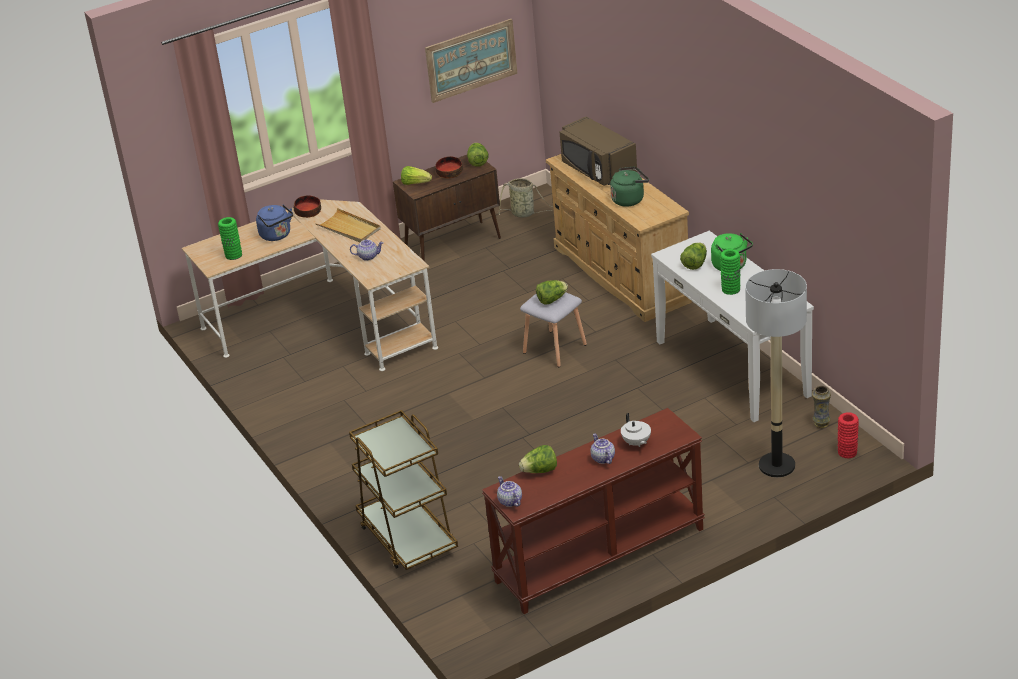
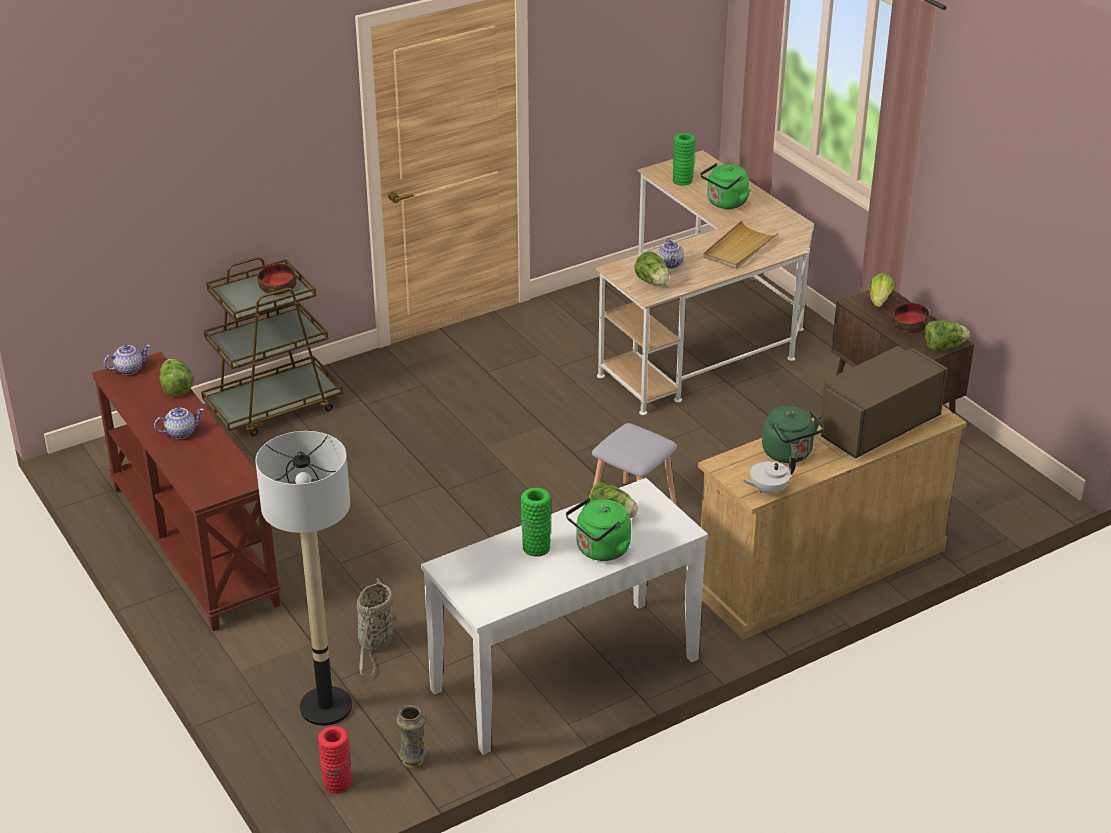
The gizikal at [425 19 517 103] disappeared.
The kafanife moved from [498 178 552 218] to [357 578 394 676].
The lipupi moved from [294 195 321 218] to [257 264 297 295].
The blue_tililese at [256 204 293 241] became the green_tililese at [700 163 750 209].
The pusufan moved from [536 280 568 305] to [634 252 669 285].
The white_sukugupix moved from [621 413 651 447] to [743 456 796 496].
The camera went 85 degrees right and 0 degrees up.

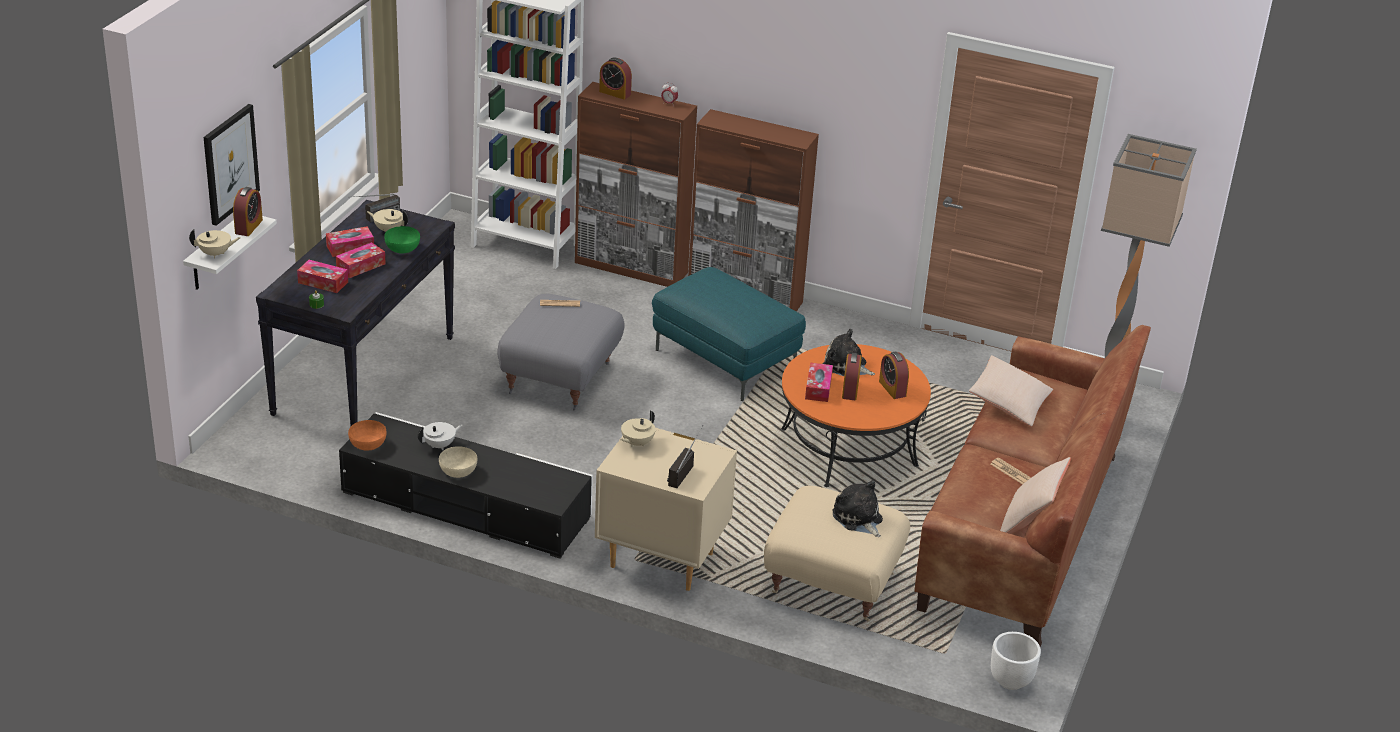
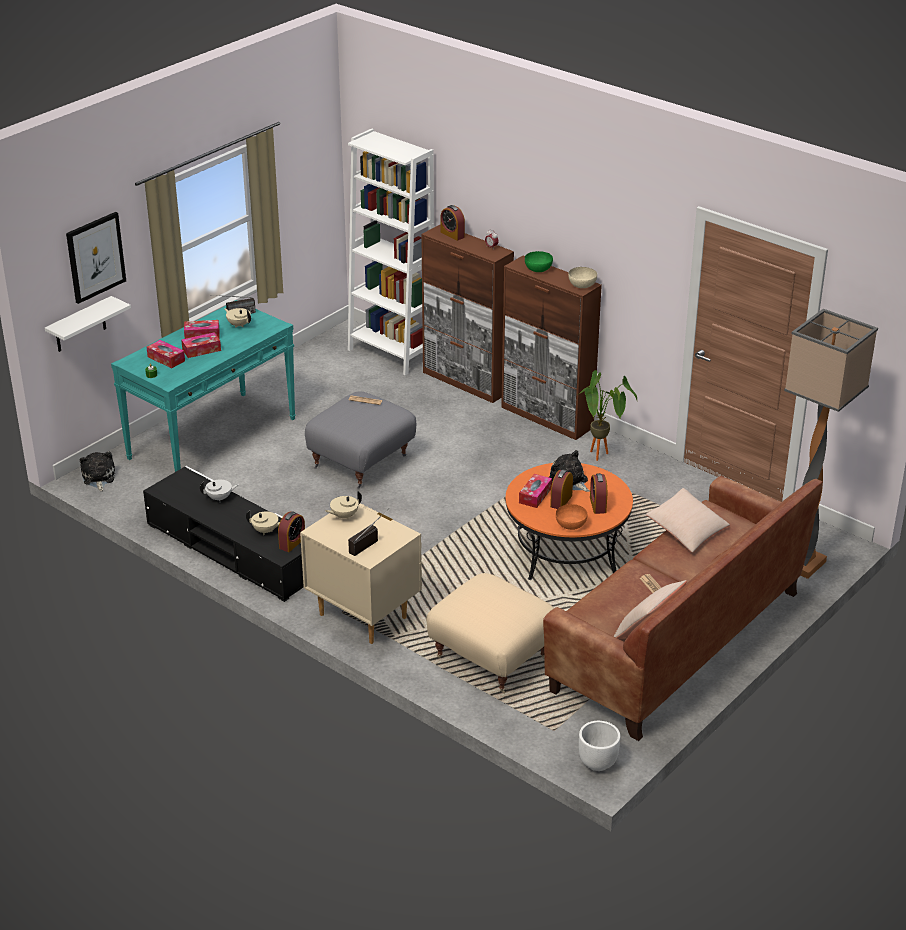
The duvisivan moved from [233 187 263 236] to [278 511 305 552].
The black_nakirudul at [256 200 455 426] became the turquoise_nakirudul at [111 300 295 472].
The green_lipupi moved from [384 226 420 253] to [525 251 553 272].
The beige_sukugupix moved from [189 229 240 259] to [246 510 280 535].
The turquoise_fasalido at [652 267 806 401] disappeared.
The orange_lipupi moved from [348 420 387 451] to [556 504 587 530].
The beige_lipupi moved from [439 446 477 478] to [568 267 597 288].
The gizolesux moved from [832 480 883 537] to [80 452 115 491].
The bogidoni at [577 370 637 461] appeared.
The camera went 20 degrees right and 0 degrees up.

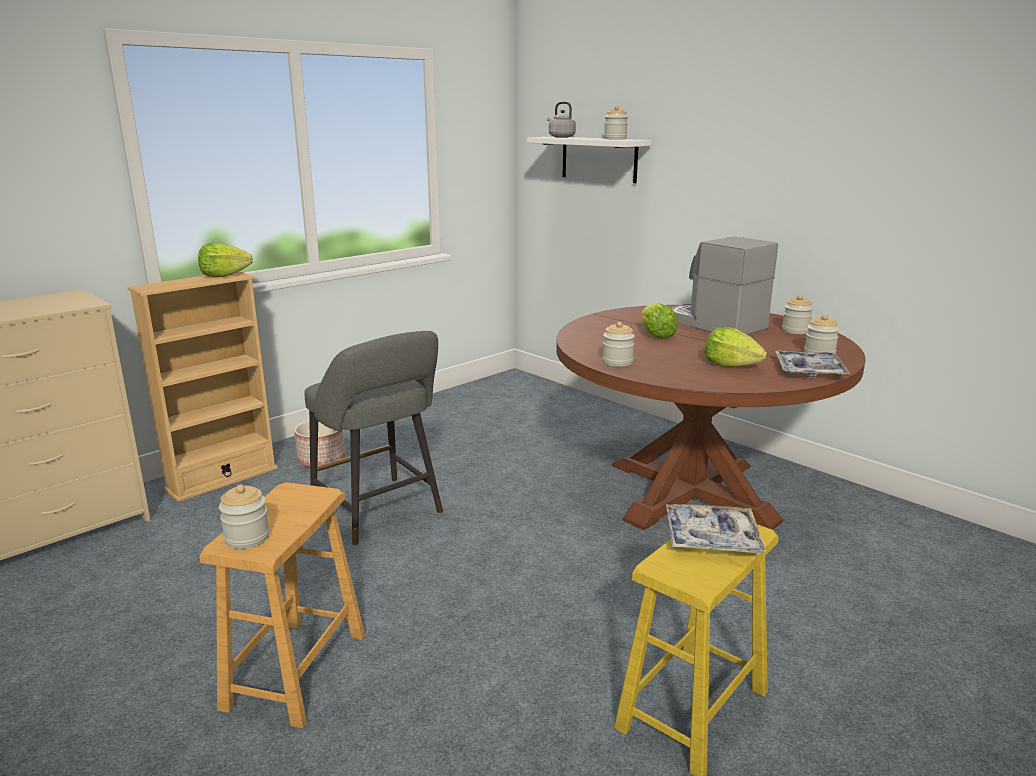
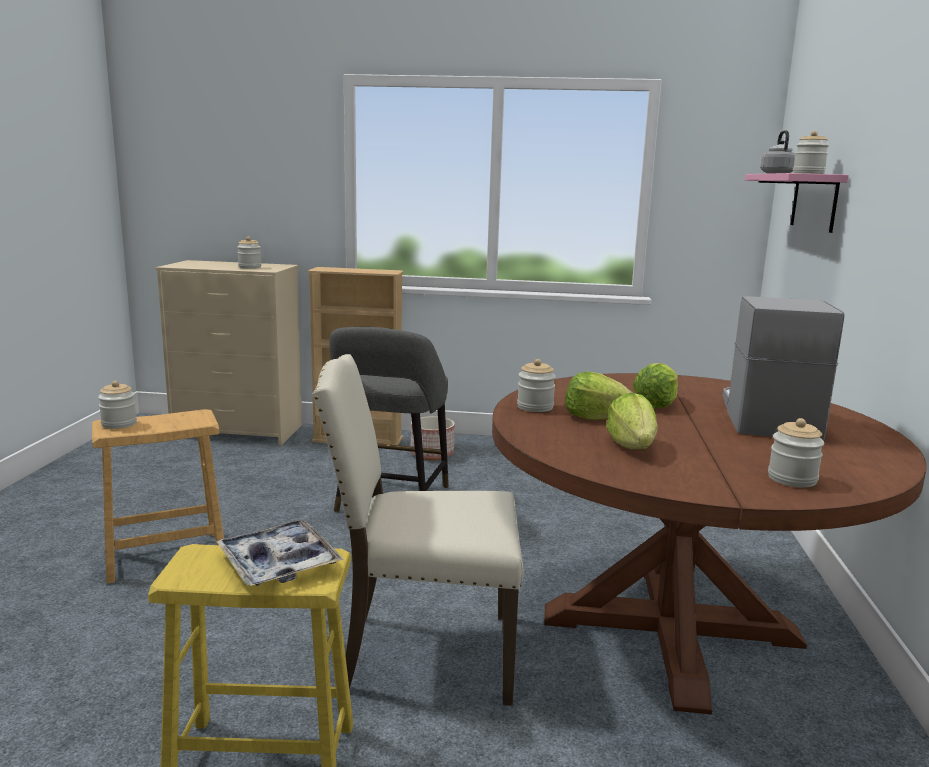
The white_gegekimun at [527 137 652 183] became the pink_gegekimun at [745 173 849 233].
The pusufan moved from [198 243 253 277] to [565 372 633 420].
The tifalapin moved from [782 295 813 334] to [237 236 261 269].
The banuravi at [775 351 850 377] disappeared.
The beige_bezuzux at [312 354 523 706] appeared.
The camera went 50 degrees right and 5 degrees down.

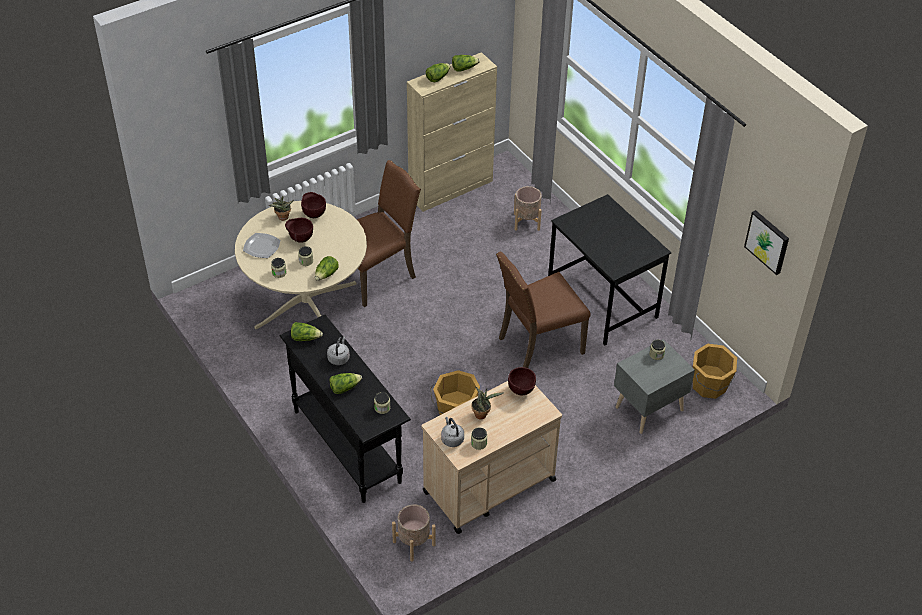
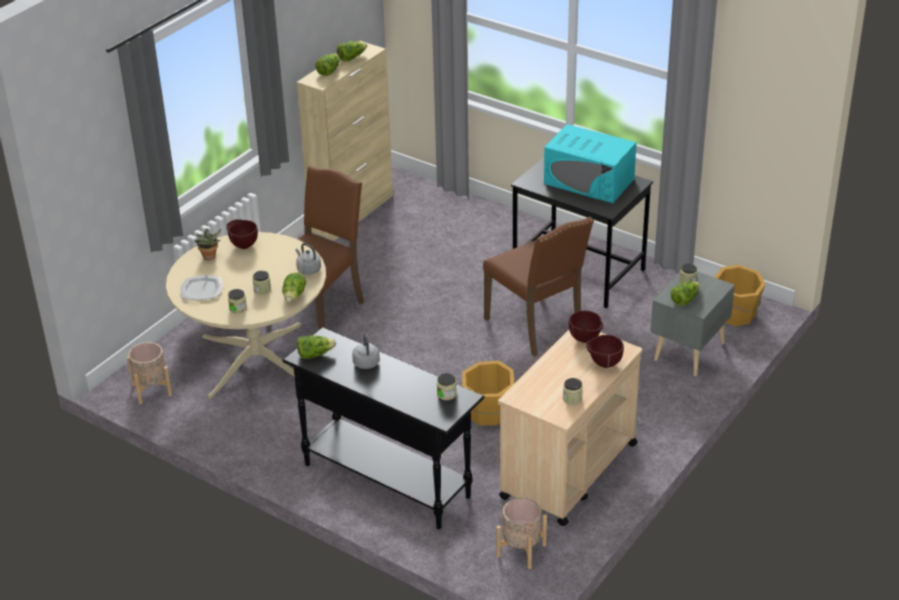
The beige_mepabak moved from [514 186 542 231] to [127 342 172 404].
The gizikal at [744 210 789 275] disappeared.
The brown_lipupi moved from [285 218 313 243] to [586 335 624 368].
The brown_bezuzux at [496 252 591 368] turned 75 degrees counterclockwise.
The pusufan moved from [330 373 362 394] to [671 281 700 306].
The bogidoni at [472 386 504 419] disappeared.
The grey_tililese moved from [441 417 464 447] to [295 243 321 275].
The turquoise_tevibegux at [544 124 637 203] appeared.
The camera went 20 degrees left and 10 degrees down.

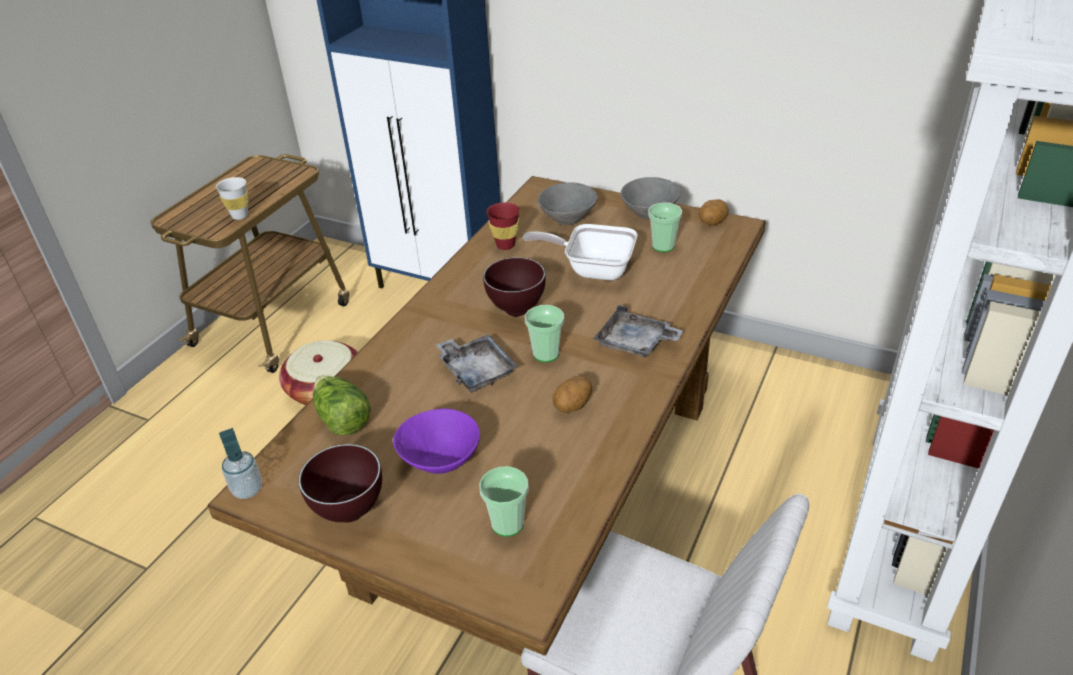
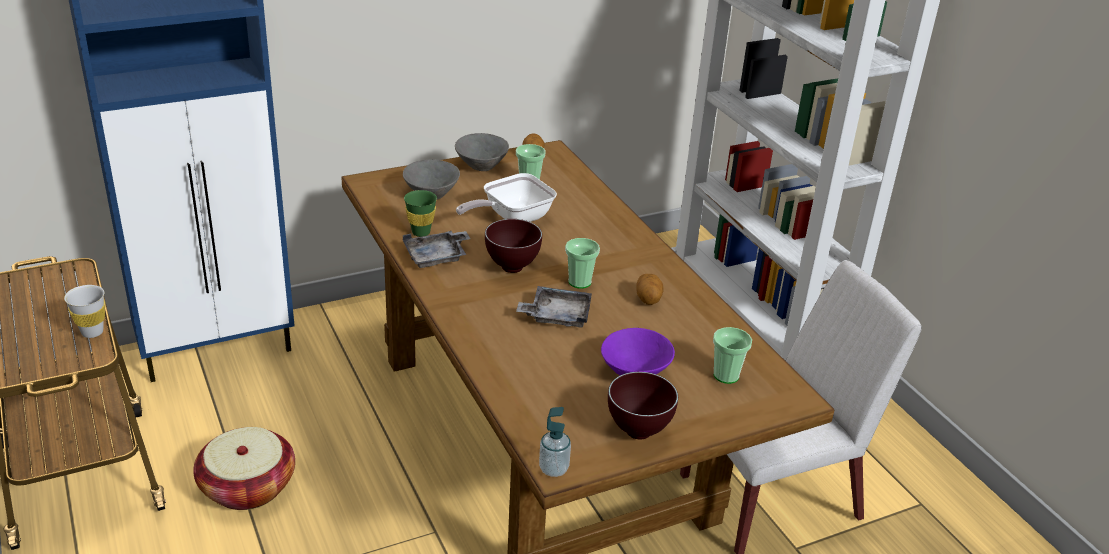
The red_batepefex at [486 202 520 250] became the green_batepefex at [404 190 437 237].
The grey_banuravi moved from [593 305 684 357] to [403 231 471 268].
The pusufan at [313 376 371 435] disappeared.
The camera went 55 degrees left and 5 degrees down.

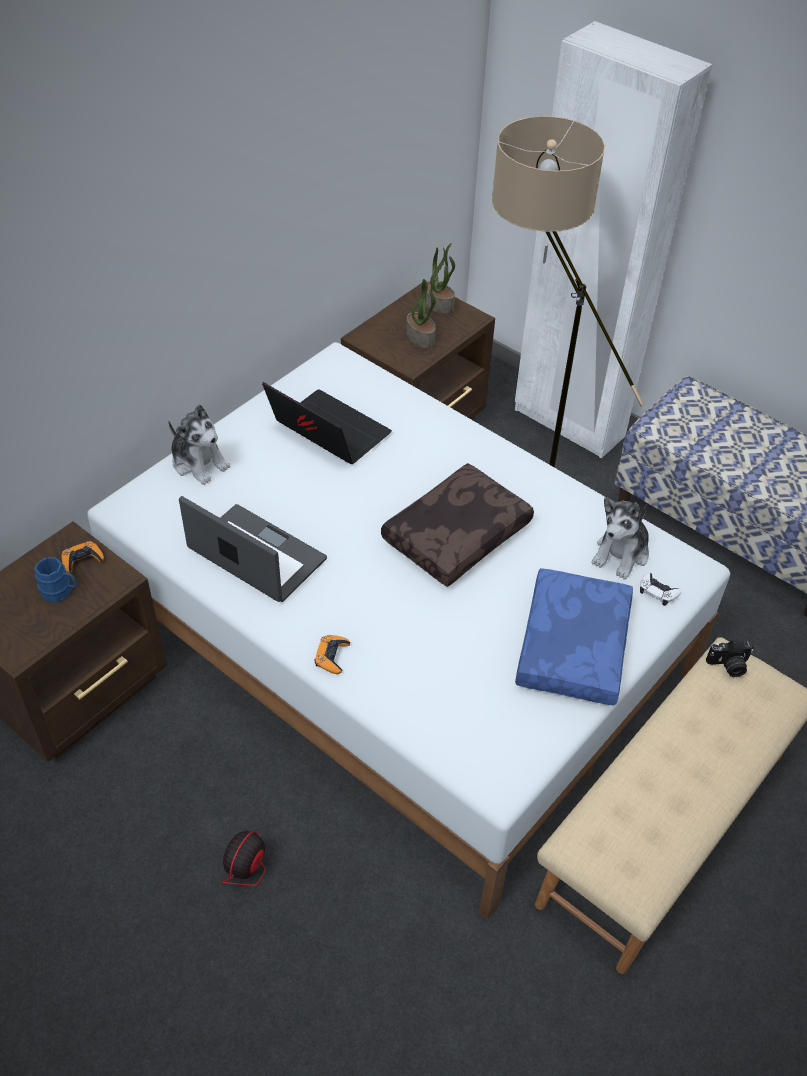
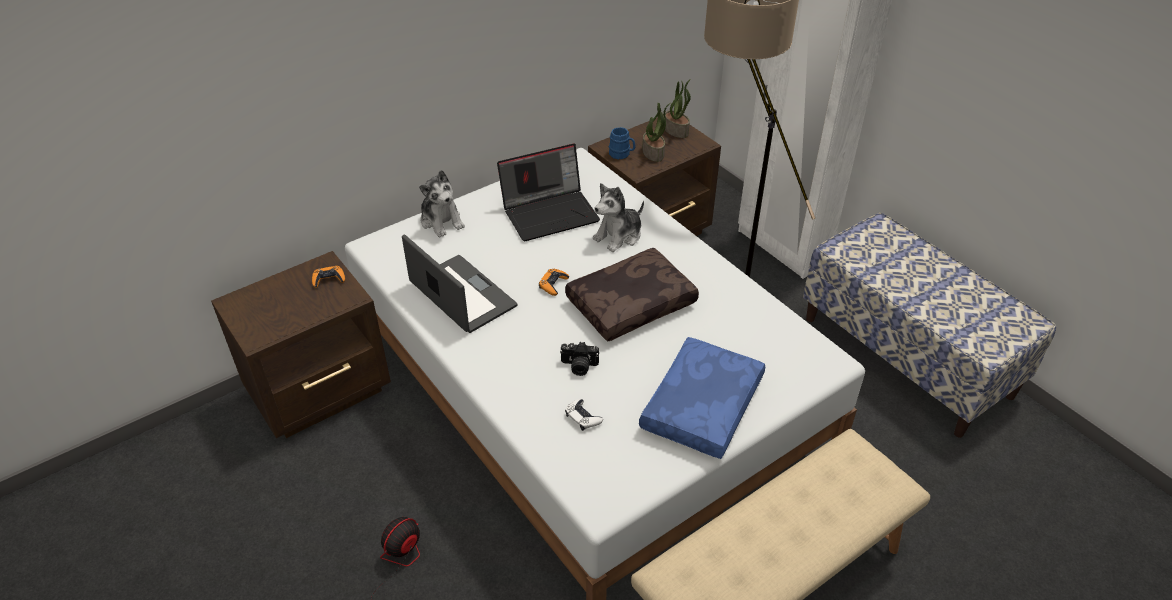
The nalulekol at [262 382 392 464] turned 105 degrees clockwise.
The gizolesux moved from [592 497 649 580] to [593 183 644 252].
The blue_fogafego moved from [35 557 77 603] to [609 127 635 160].
The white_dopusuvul moved from [640 573 682 606] to [565 399 603 431].
The orange_dopusuvul moved from [315 635 350 674] to [539 268 569 296].
The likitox moved from [706 639 754 677] to [560 342 599 376].
The camera went 15 degrees right and 5 degrees down.

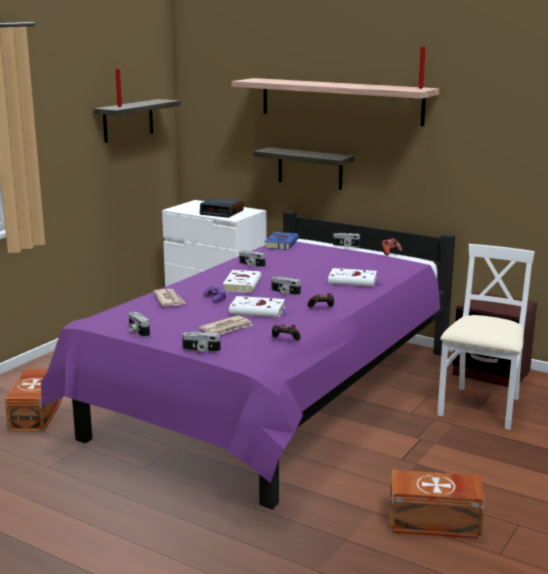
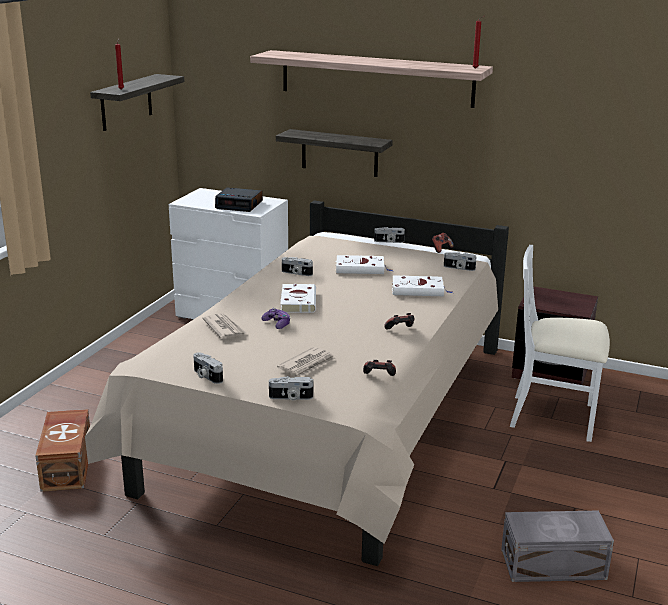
The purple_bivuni at [41 211 455 509] became the beige_bivuni at [85 201 509 566].
The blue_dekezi at [264 232 299 250] disappeared.
The white_bezuzux at [437 244 535 430] turned 90 degrees counterclockwise.
The likitox moved from [272 277 301 296] to [444 252 476 271].
The white_dekezi moved from [229 296 291 318] to [335 255 392 274].
The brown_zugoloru at [390 470 485 539] became the grey_zugoloru at [501 510 614 582].
The camera went 10 degrees left and 5 degrees up.

